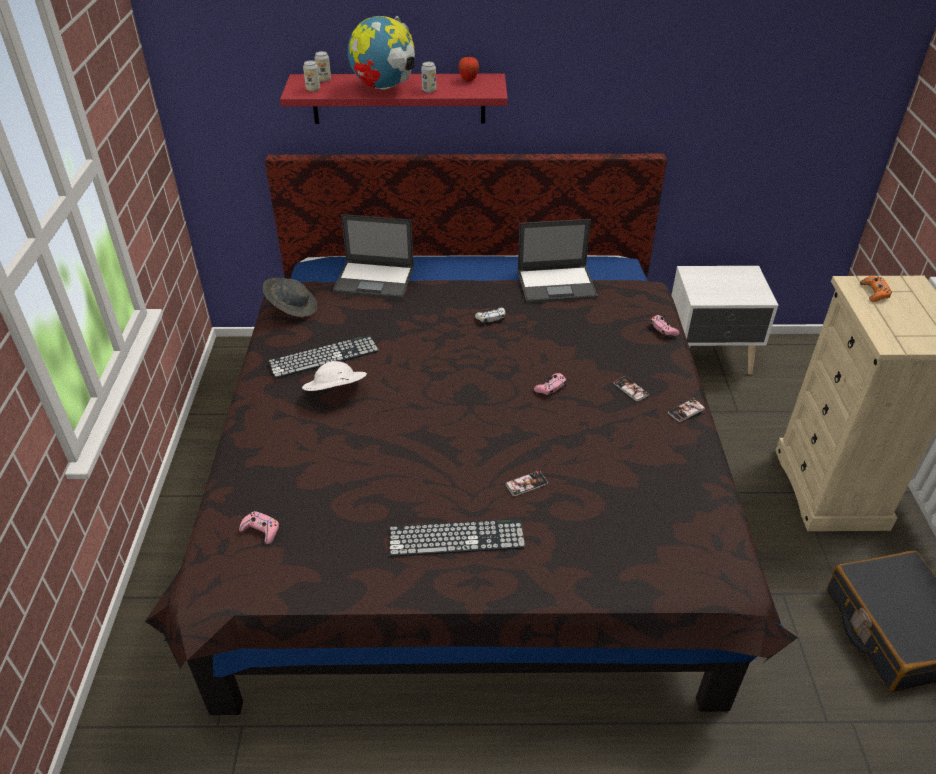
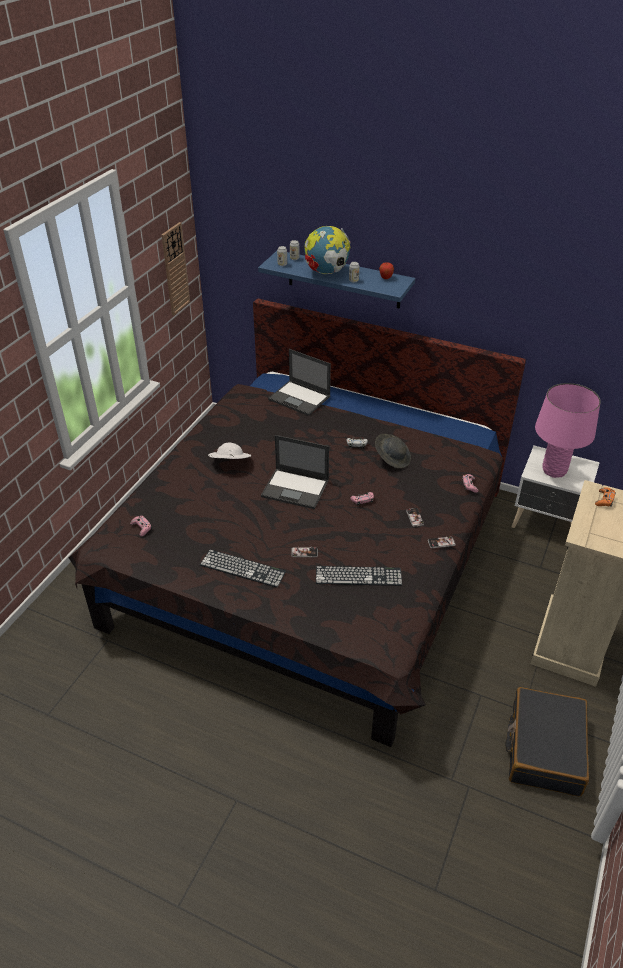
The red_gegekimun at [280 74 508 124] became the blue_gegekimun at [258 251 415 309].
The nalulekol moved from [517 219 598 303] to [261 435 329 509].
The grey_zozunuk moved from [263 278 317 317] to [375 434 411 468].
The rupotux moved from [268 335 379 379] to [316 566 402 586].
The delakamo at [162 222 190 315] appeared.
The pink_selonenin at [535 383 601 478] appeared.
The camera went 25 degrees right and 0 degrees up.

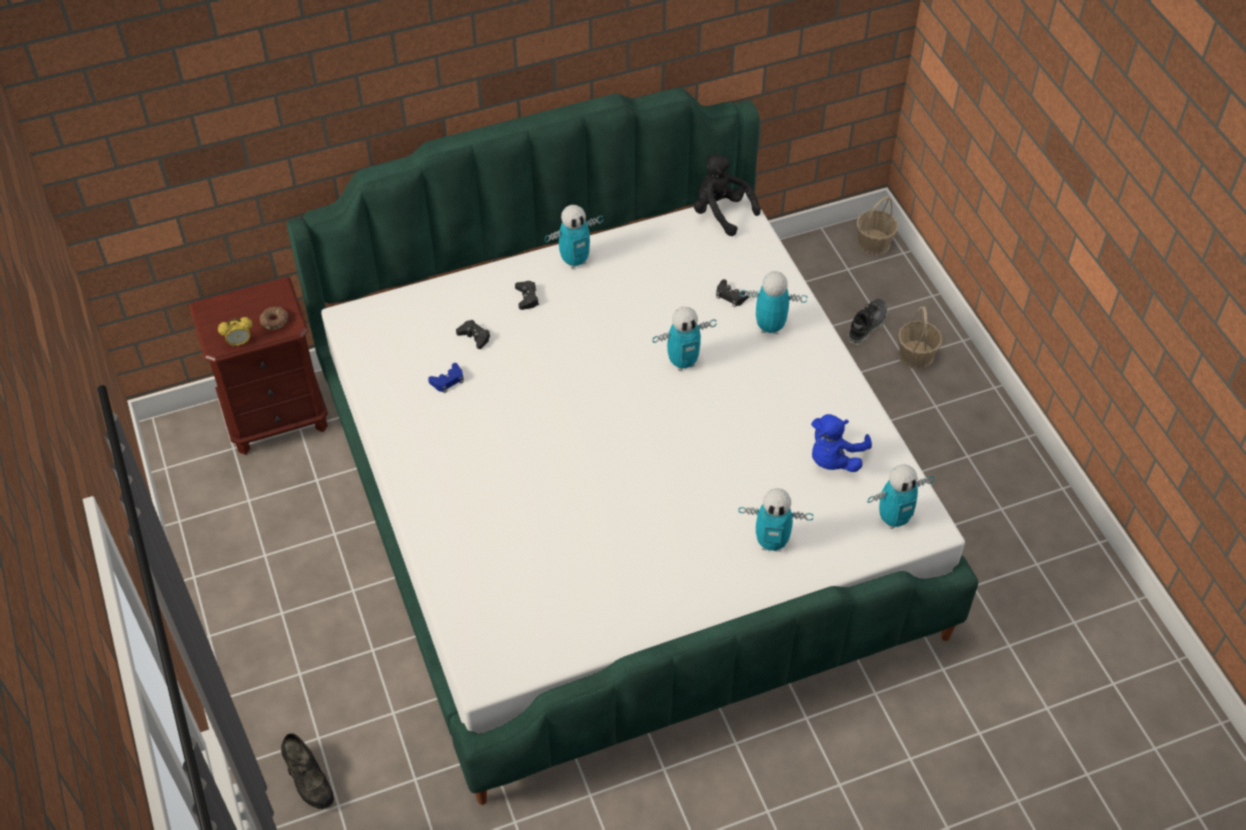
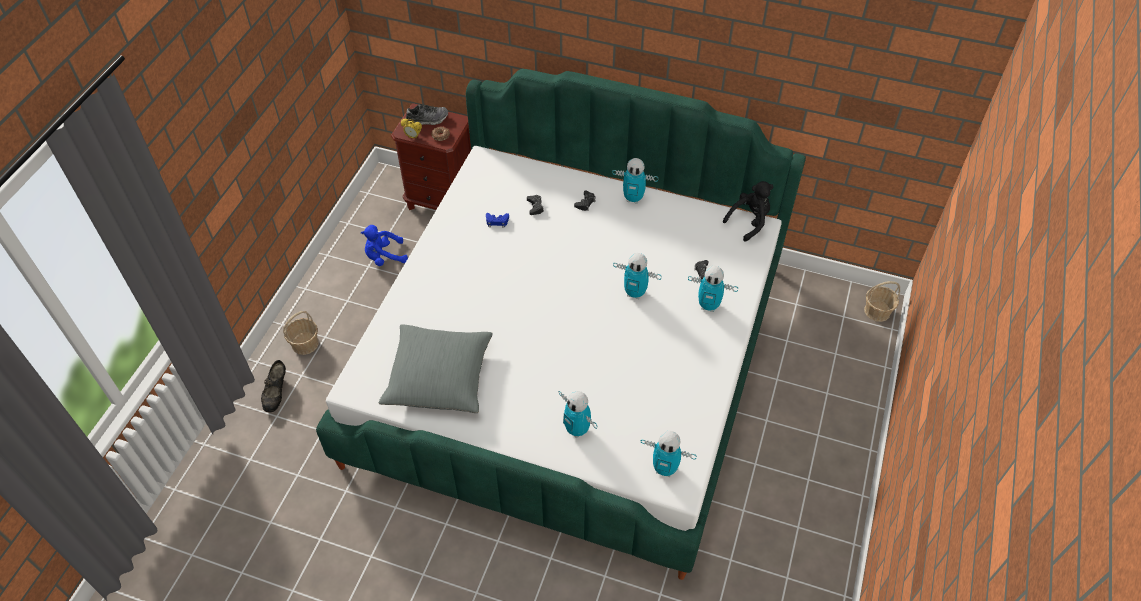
The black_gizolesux at [694 154 761 236] turned 60 degrees clockwise.
The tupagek at [740 271 807 334] turned 150 degrees clockwise.
The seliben moved from [848 299 888 345] to [405 104 448 125].
The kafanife moved from [898 306 942 369] to [283 311 319 355].
The blue_gizolesux moved from [811 414 872 472] to [361 225 408 266].
The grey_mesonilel at [379 324 493 413] appeared.
The camera went 40 degrees right and 0 degrees up.

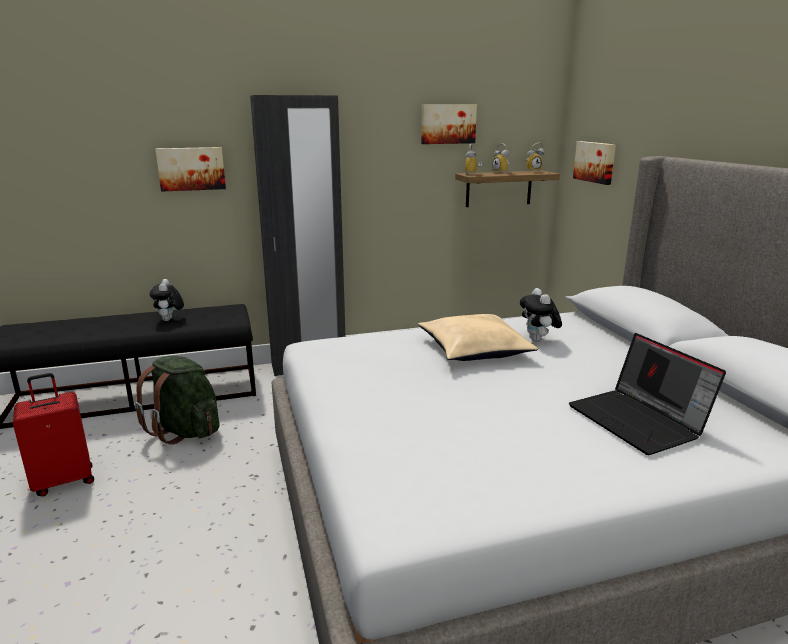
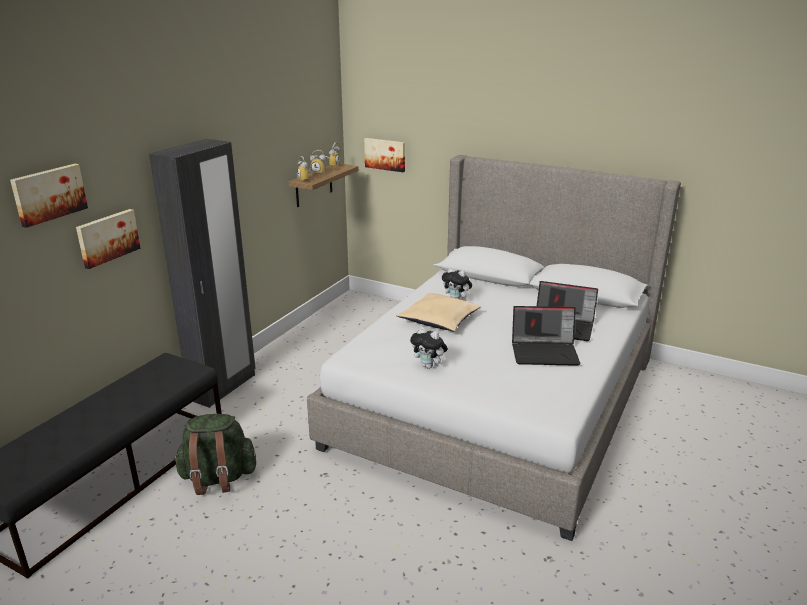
The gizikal moved from [421 105 477 144] to [10 164 88 228].
The gizolesux moved from [150 279 184 321] to [410 327 448 369].
The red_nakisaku at [13 373 94 496] disappeared.
The nalulekol at [512 306 581 366] appeared.
The camera went 45 degrees left and 5 degrees up.

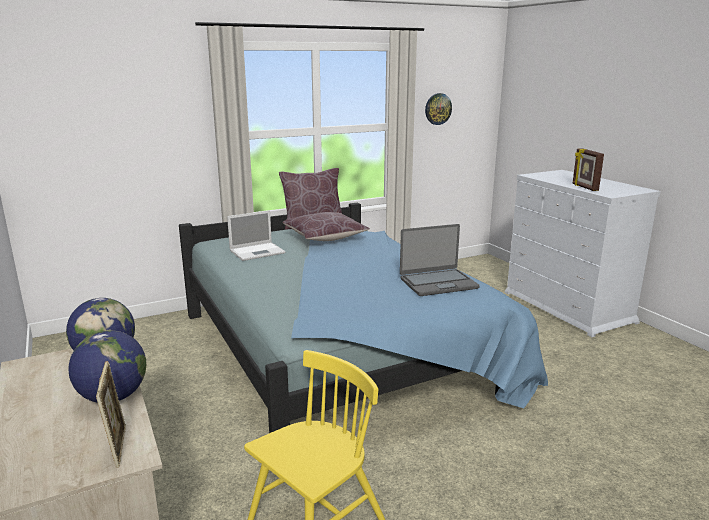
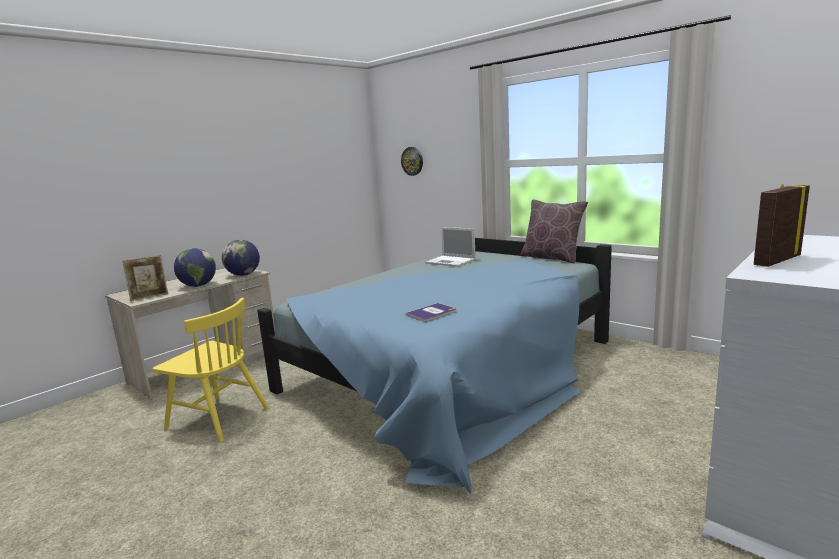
The delakamo moved from [425 93 452 125] to [401 147 423 176].
The brown_mesonilel at [282 212 370 241] disappeared.
The nalulekol at [400 224 480 296] was replaced by the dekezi at [406 303 456 322].
The camera went 70 degrees right and 5 degrees down.

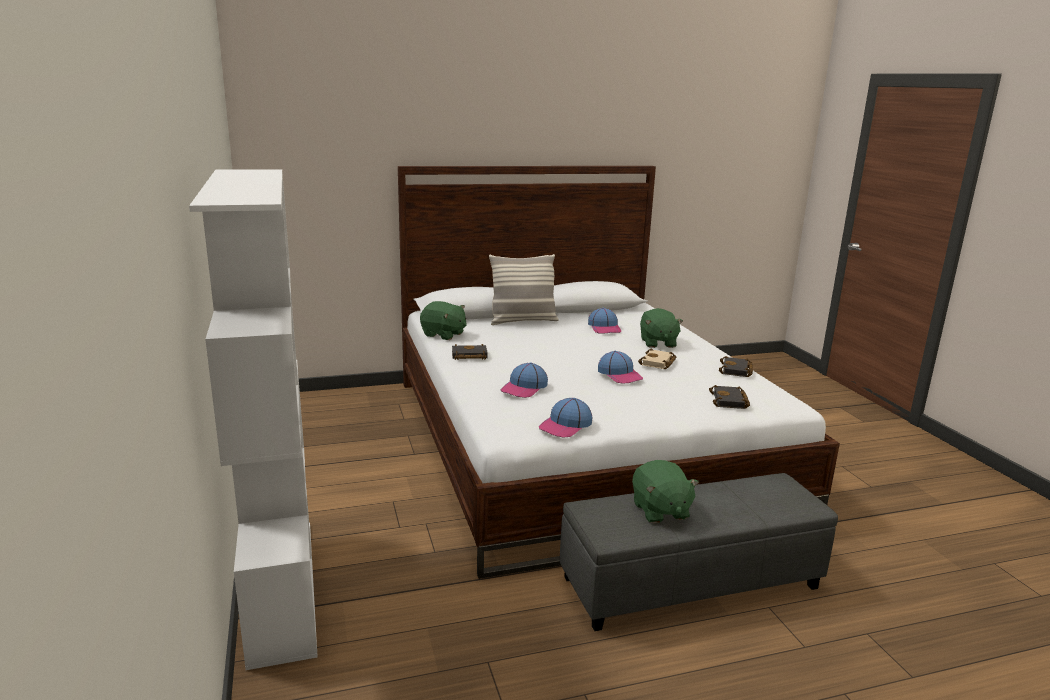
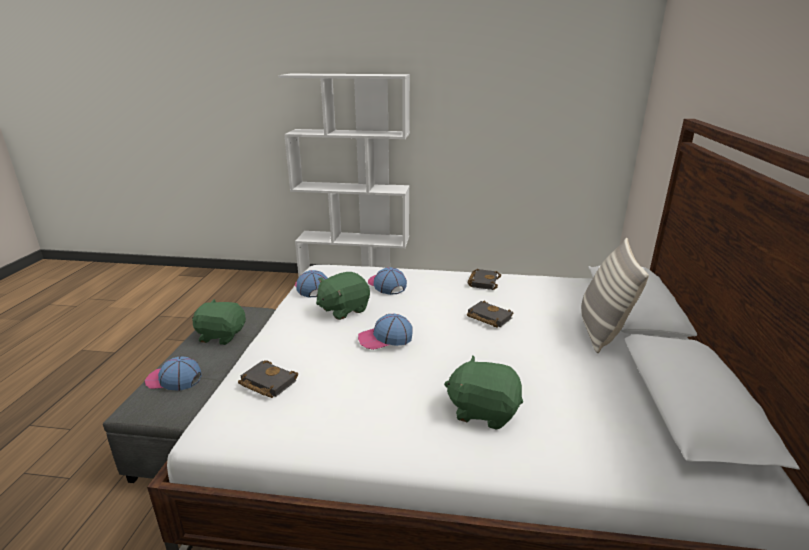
The green_gizolesux moved from [420 301 467 340] to [316 272 370 320].
The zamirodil moved from [588 308 621 334] to [145 356 201 391].
The beige_dekezi at [638 349 676 369] disappeared.
The black_dekezi moved from [719 356 753 377] to [467 301 513 328].
The camera went 115 degrees right and 5 degrees up.

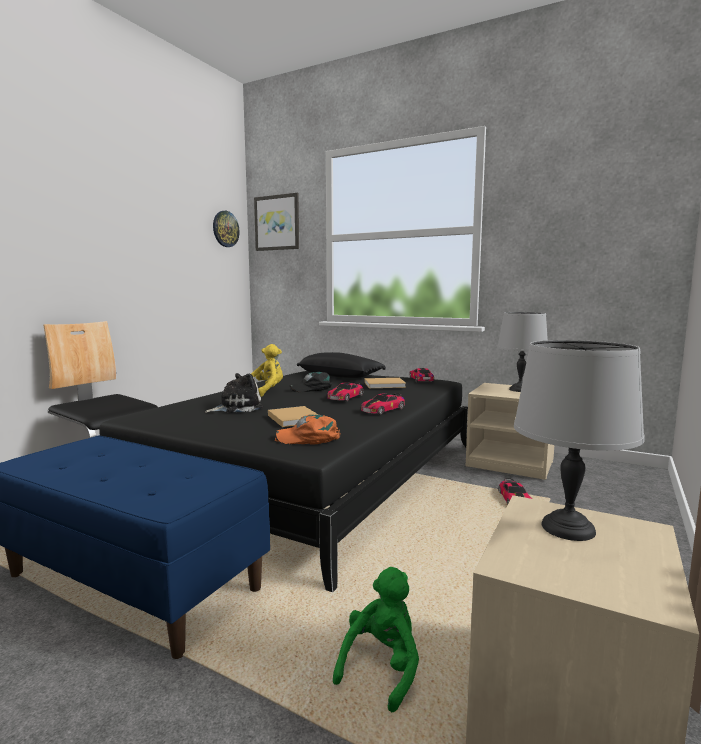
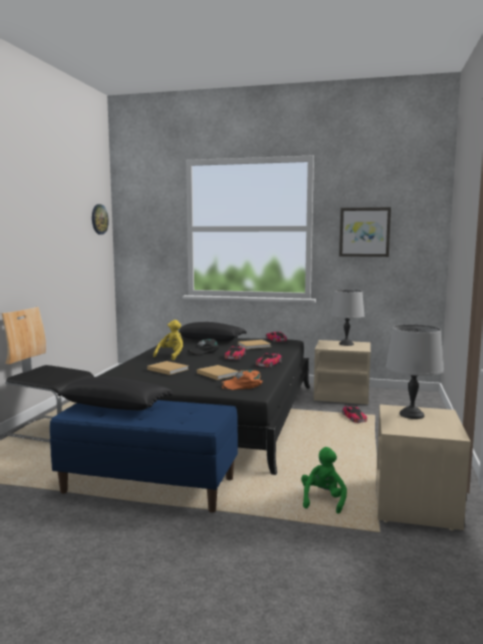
The gizikal moved from [254 193 299 251] to [339 207 391 257].
The gizolesux at [205 373 263 413] was replaced by the beige_dekezi at [147 361 189 375].
The black_mesonilel at [57 377 173 410] appeared.
The camera went 15 degrees left and 0 degrees up.

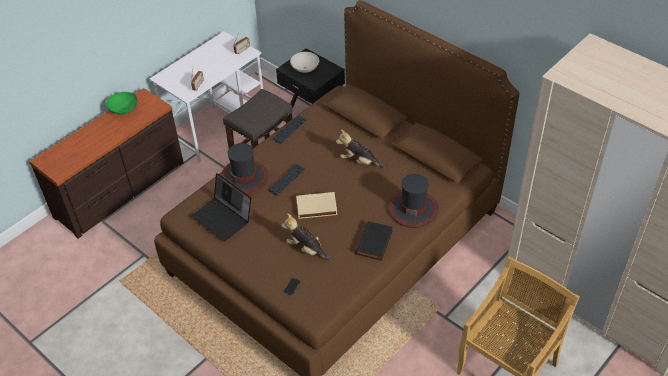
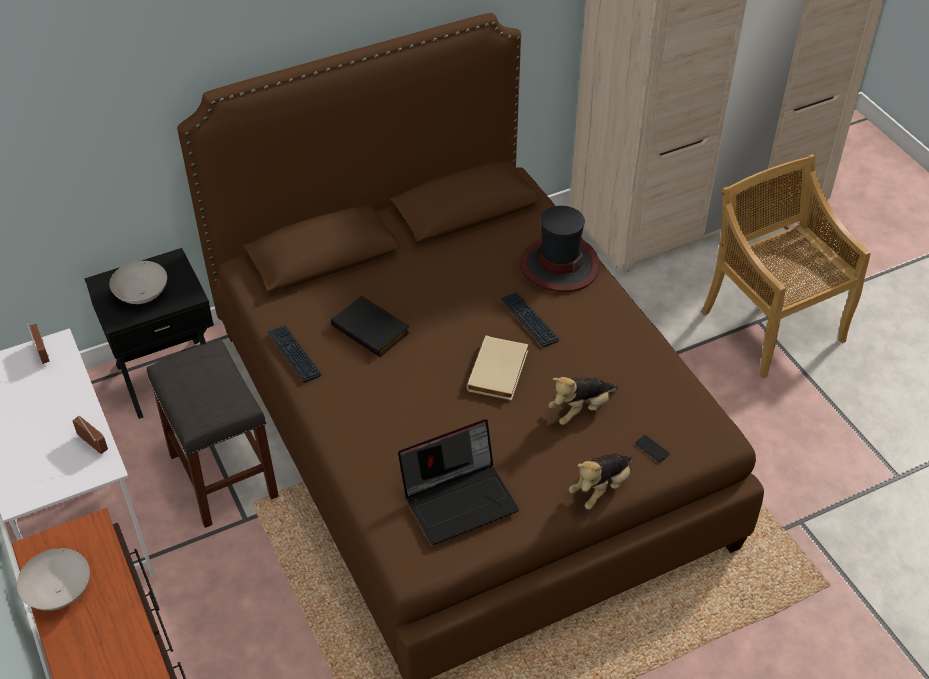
The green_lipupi at [106 92 137 115] became the white_lipupi at [17 548 90 611].
The gizolesux moved from [336 130 385 167] to [569 453 633 510].
The zozunuk at [221 143 268 194] disappeared.
The rupotux moved from [269 164 305 196] to [501 292 559 347].
The black_dekezi moved from [355 221 393 260] to [331 295 410 357].
The camera went 70 degrees left and 0 degrees up.

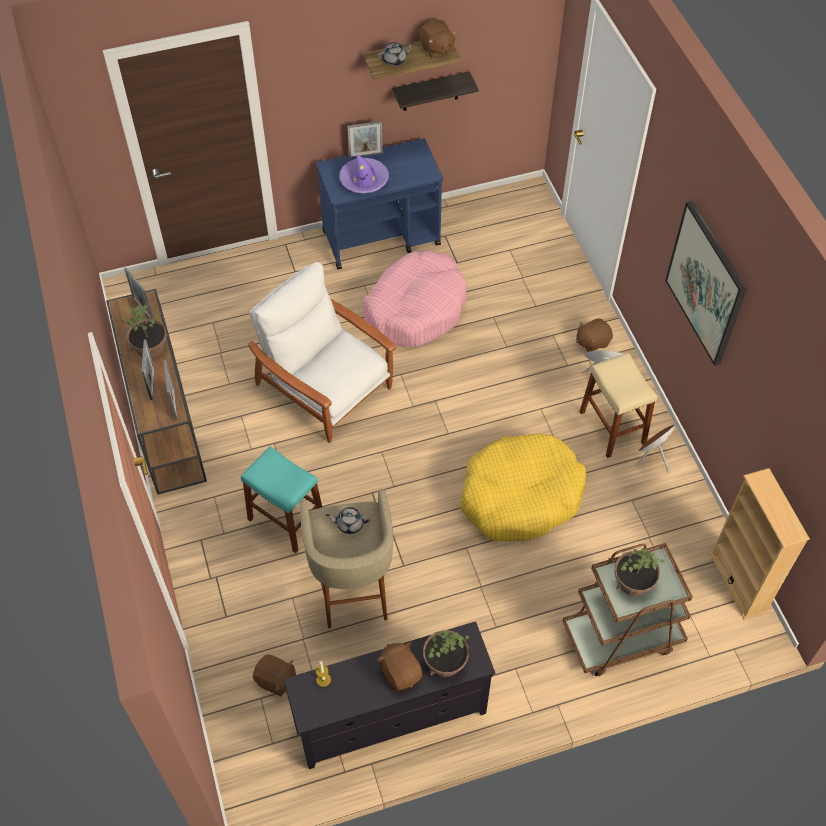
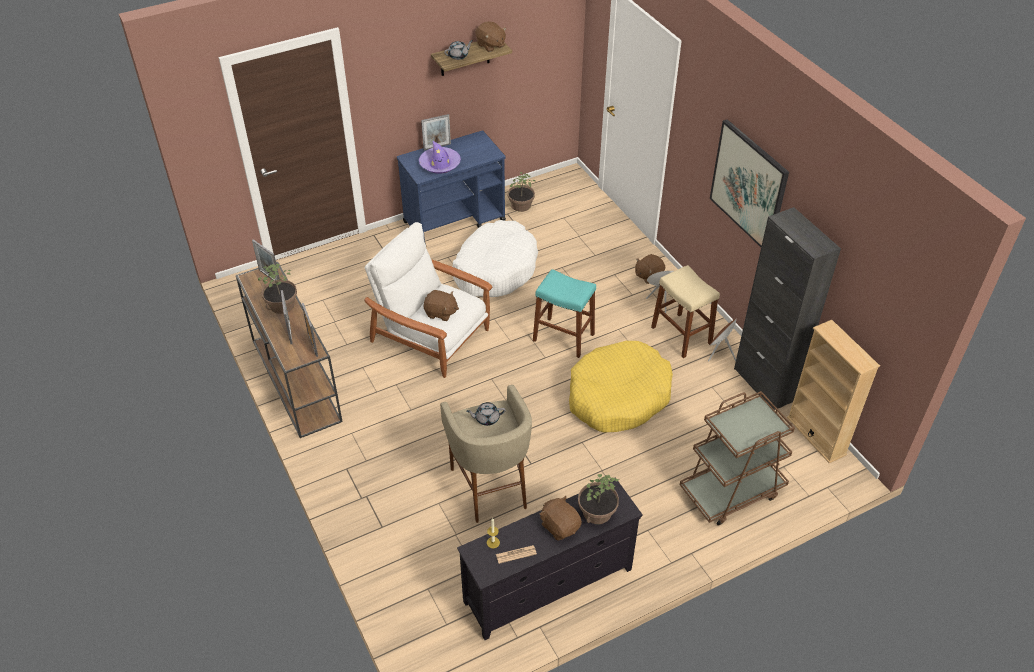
The gegekimun at [392 71 479 111] disappeared.
The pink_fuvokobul at [363 250 467 347] became the white_fuvokobul at [453 220 538 297].
The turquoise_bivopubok moved from [241 446 322 553] to [533 269 596 358].
The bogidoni moved from [614 548 665 596] to [508 172 535 212].
The brown_gizolesux moved from [253 654 296 696] to [423 290 459 321].
The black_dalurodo at [734 207 841 410] appeared.
The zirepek at [496 545 537 564] appeared.
The camera went 10 degrees left and 10 degrees down.

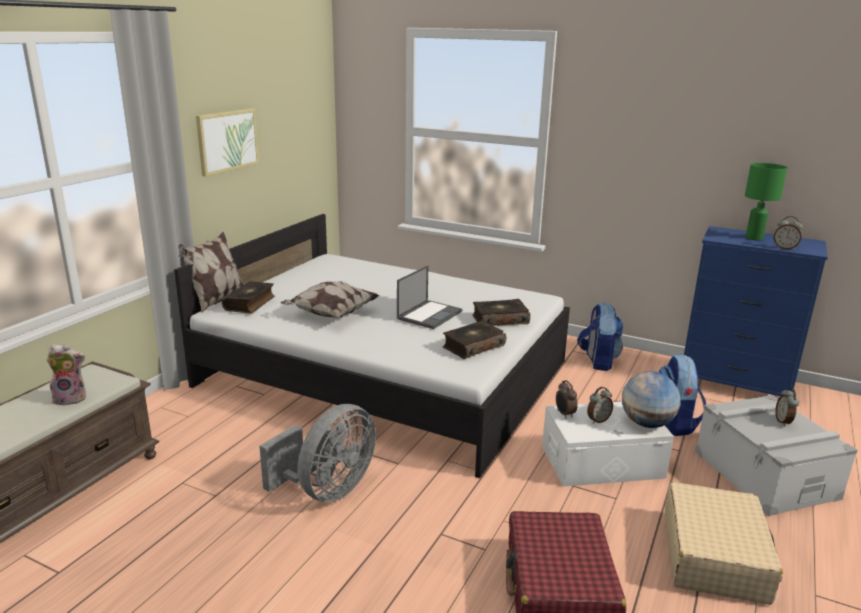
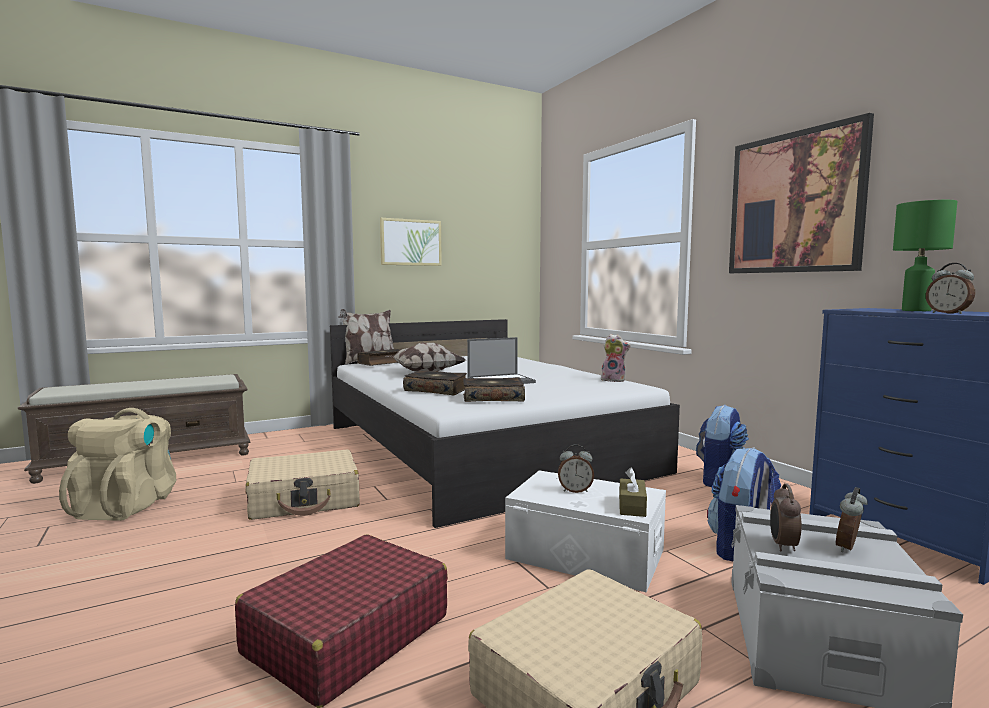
The dekezi moved from [472 299 530 326] to [403 370 467 395].
The gizolesux moved from [47 344 86 405] to [601 334 631 382].
The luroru at [622 371 681 428] was replaced by the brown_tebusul at [619 468 647 517].
The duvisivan moved from [556 380 578 419] to [770 483 802 551].
The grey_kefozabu at [259 404 376 502] was replaced by the beige_nakisaku at [245 450 360 520].
The gizikal at [729 113 874 273] appeared.
The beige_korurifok at [59 408 176 521] appeared.
The camera went 35 degrees right and 15 degrees down.

